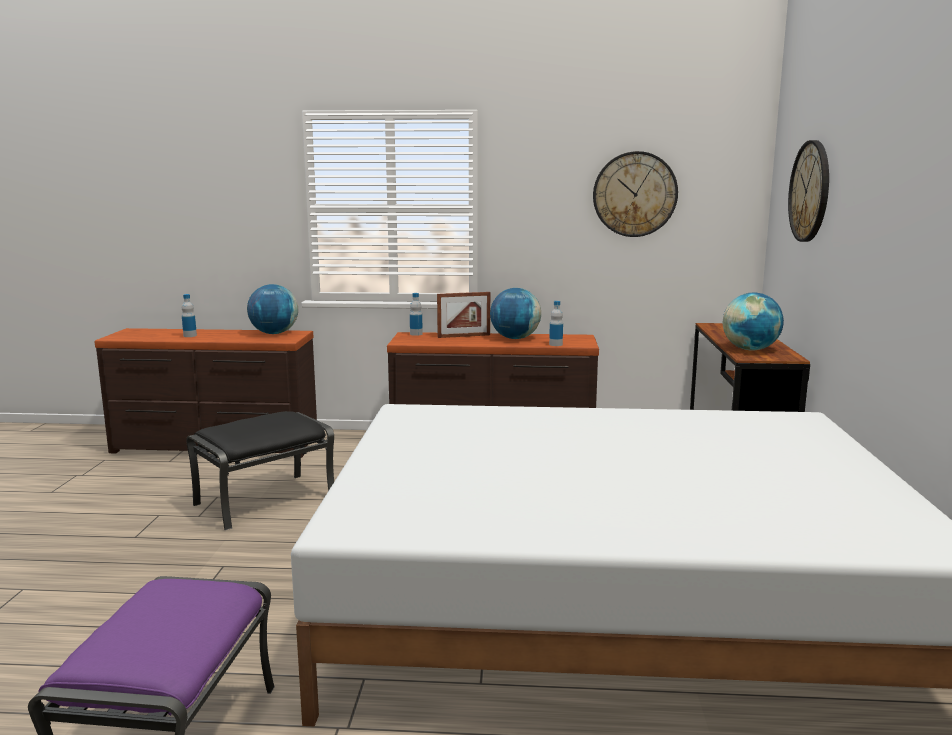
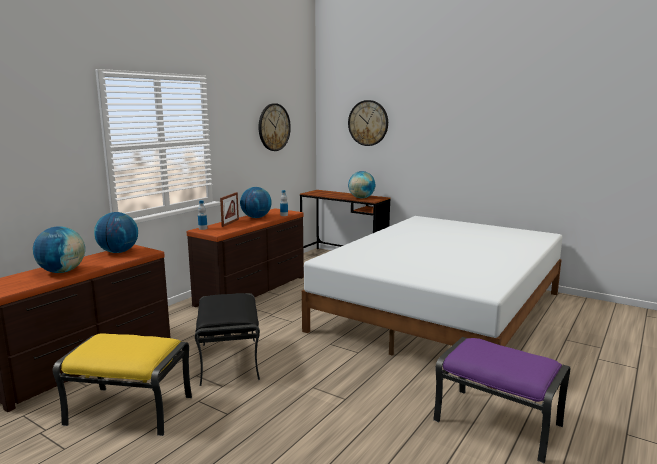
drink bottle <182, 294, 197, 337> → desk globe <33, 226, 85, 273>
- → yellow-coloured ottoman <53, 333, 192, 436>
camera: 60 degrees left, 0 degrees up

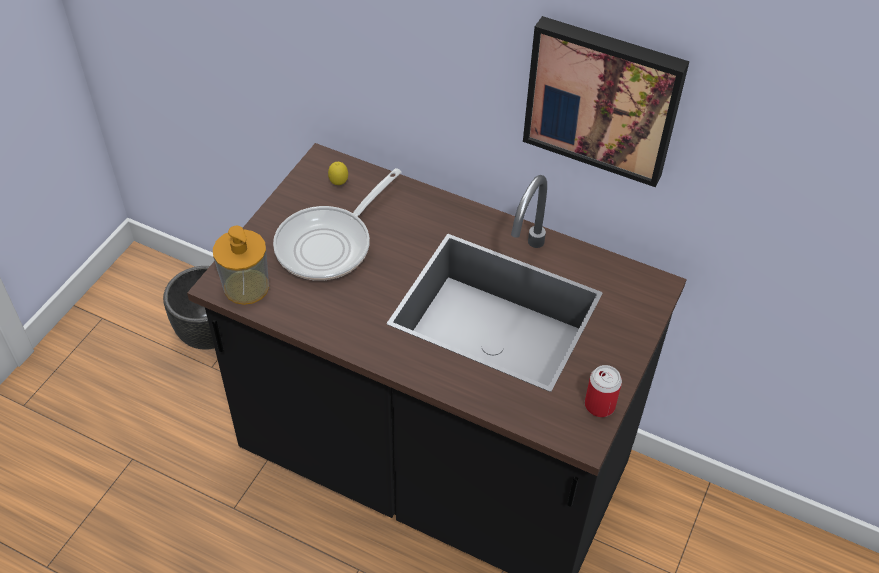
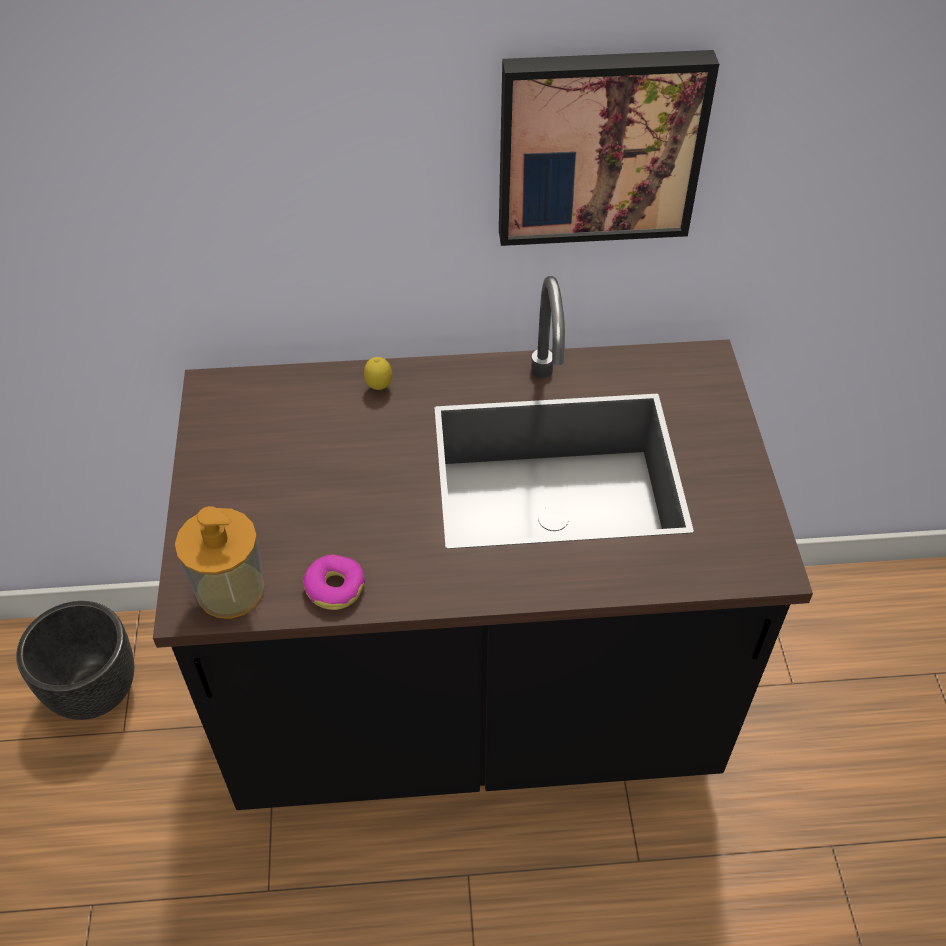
citrus fruit <328, 162, 348, 185> → citrus fruit <364, 357, 392, 390>, moved
frying pan <273, 168, 401, 281> → -
metal can <585, 365, 622, 417> → -
- → doughnut <303, 555, 365, 610>
camera: 30 degrees left, 0 degrees up

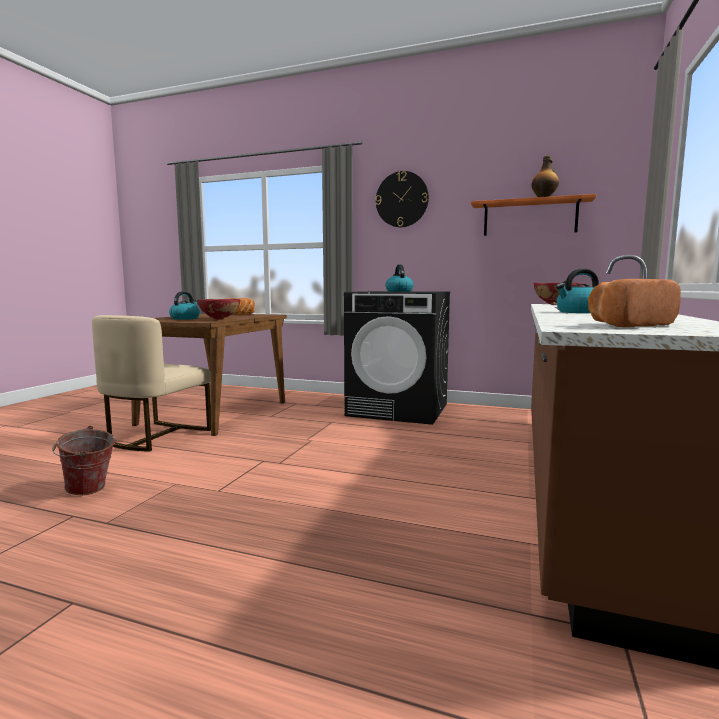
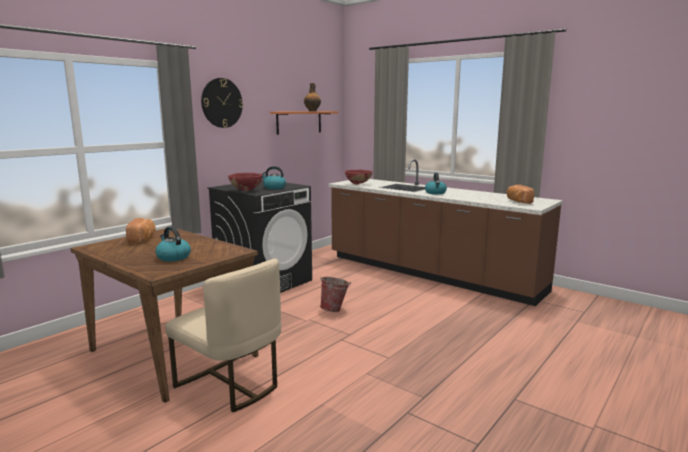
red serving bowl <197, 299, 240, 320> → red serving bowl <228, 173, 263, 191>, moved
water bucket <52, 426, 116, 495> → water bucket <320, 277, 351, 312>, moved
camera: 70 degrees left, 5 degrees up

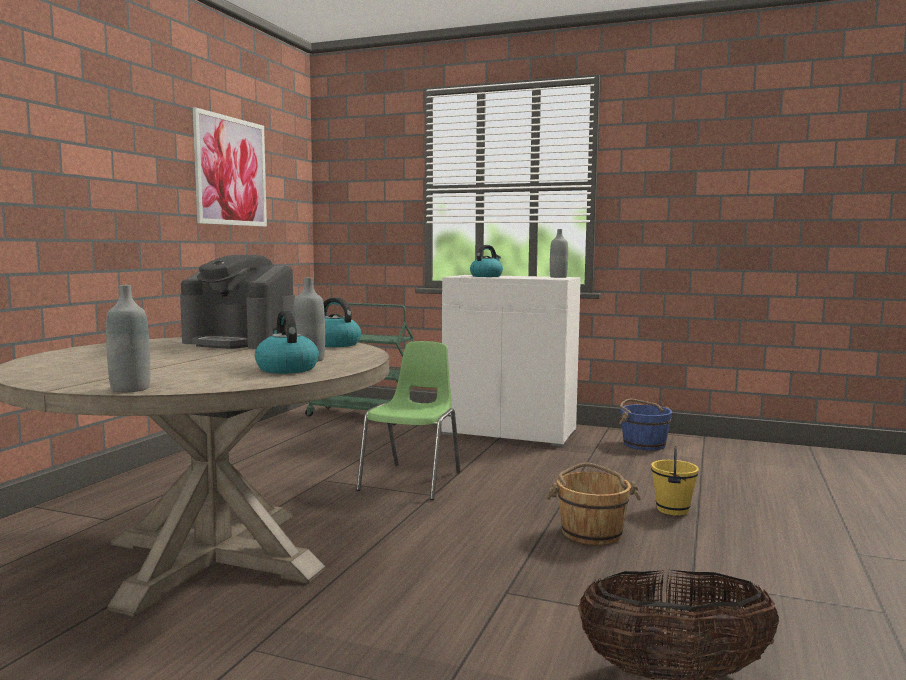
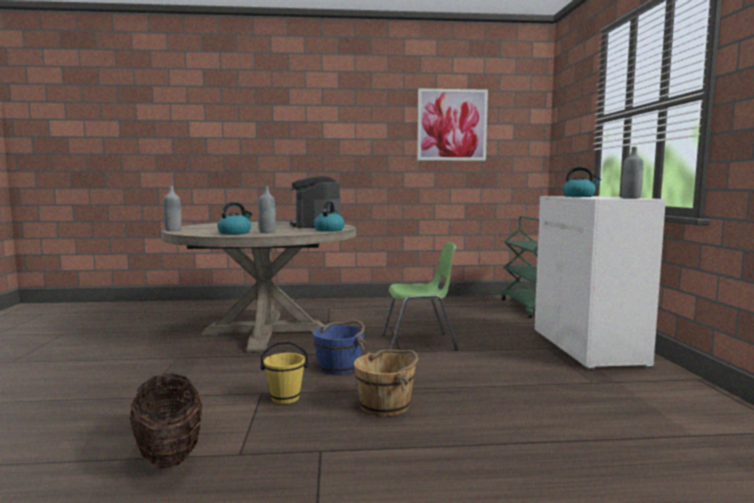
blue-coloured water bucket <619, 399, 672, 451> → blue-coloured water bucket <313, 320, 366, 375>, moved
yellow-coloured water bucket <651, 446, 699, 516> → yellow-coloured water bucket <261, 342, 308, 404>, moved
camera: 65 degrees right, 0 degrees up

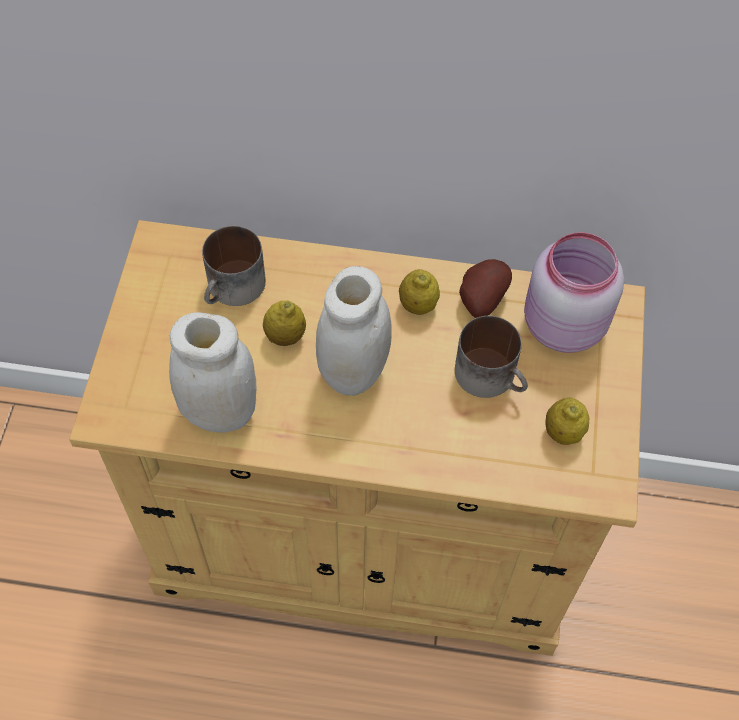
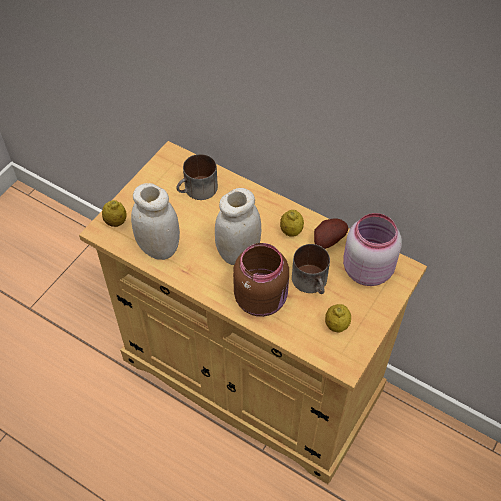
citrus fruit <263, 300, 306, 346> → citrus fruit <102, 200, 127, 227>, moved
- → brown jar <233, 243, 289, 317>
camera: 25 degrees right, 5 degrees down

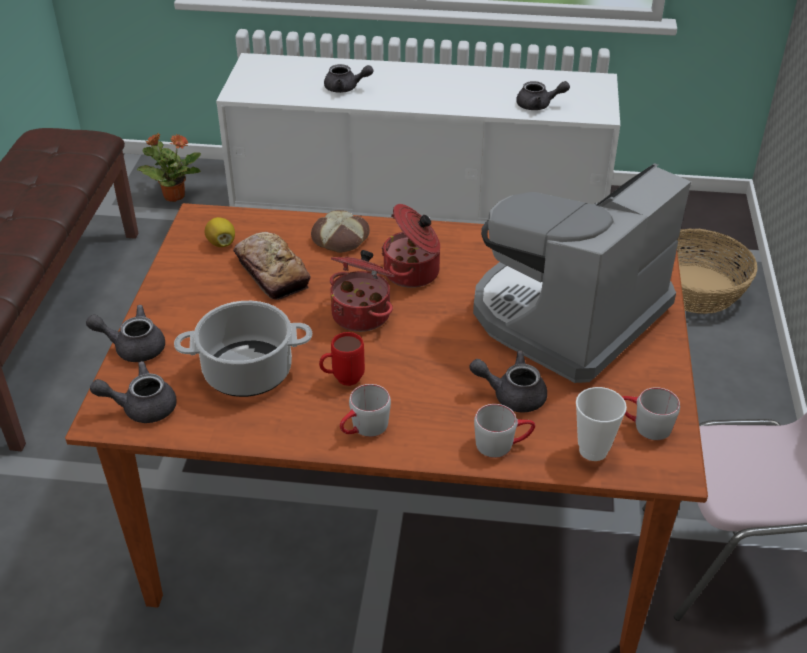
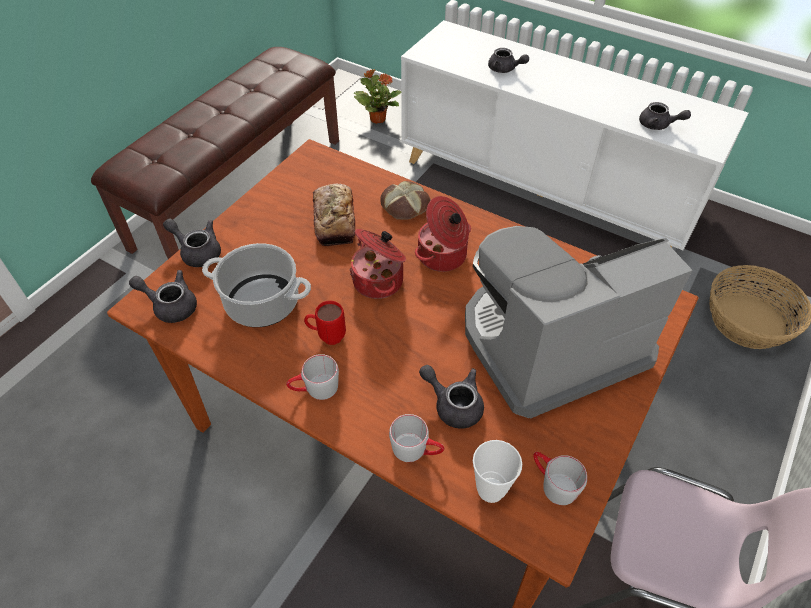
citrus fruit <205, 217, 235, 247> → -
camera: 25 degrees right, 10 degrees up

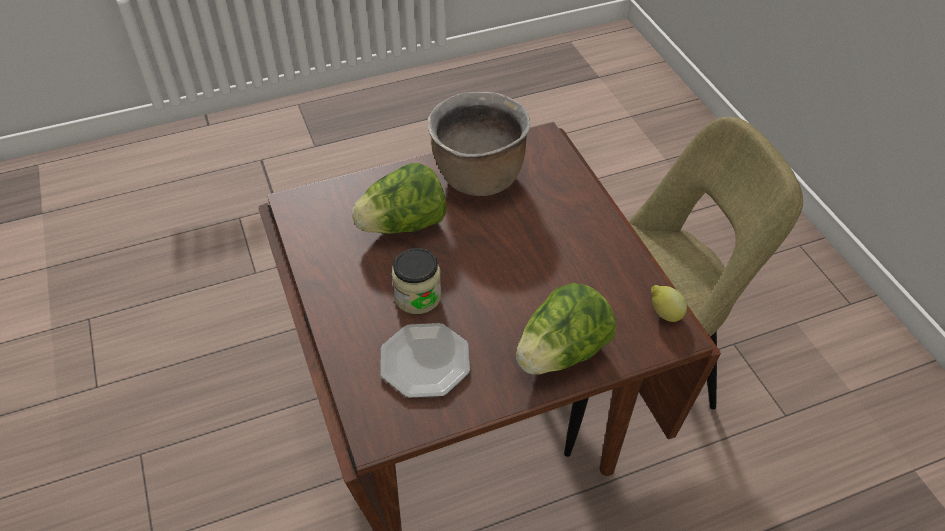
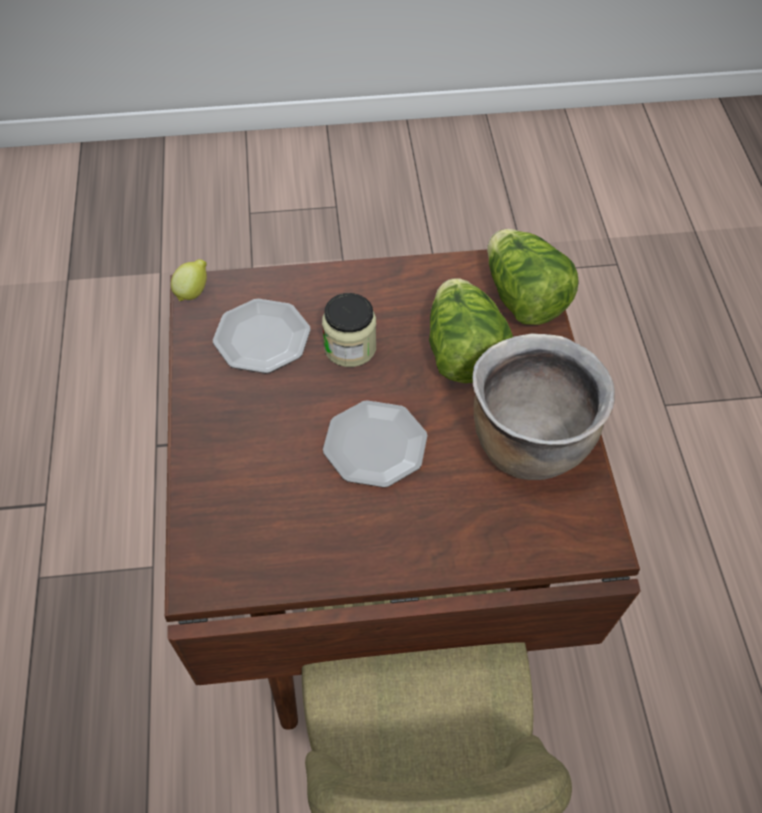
lettuce <516, 283, 616, 375> → lettuce <487, 229, 579, 325>, moved
citrus fruit <651, 285, 687, 322> → citrus fruit <171, 259, 207, 301>, moved
- → plate <323, 400, 428, 488>
camera: 105 degrees right, 5 degrees up

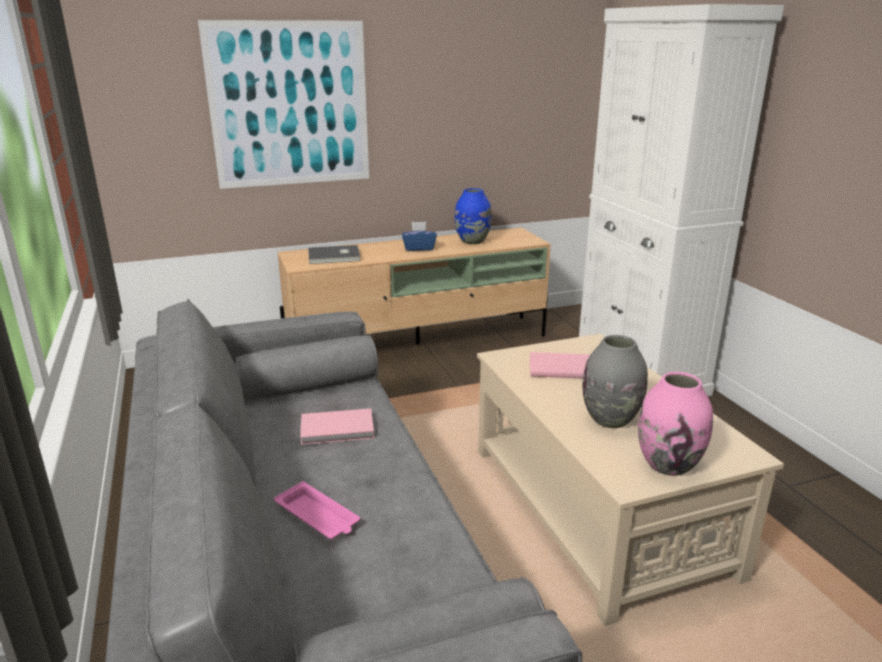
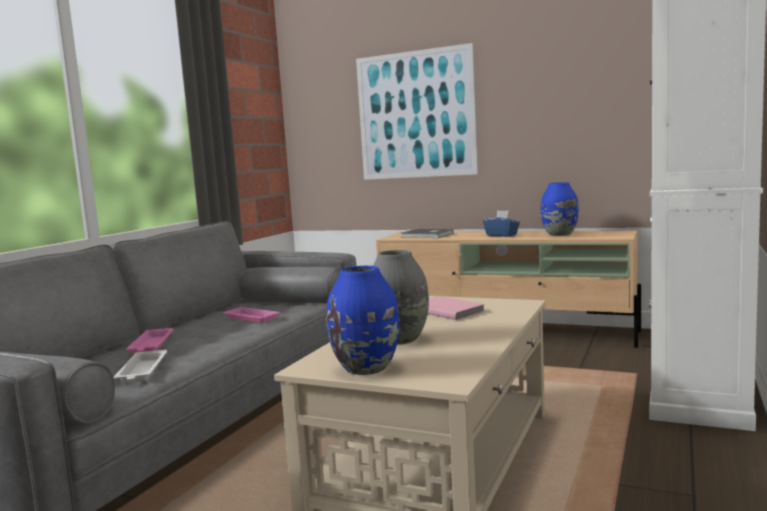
pink-coloured vase <638, 372, 713, 476> → blue-coloured vase <327, 266, 400, 375>
pink-coloured book <300, 408, 374, 445> → pink-coloured serving tray <223, 307, 281, 323>
- → white-coloured serving tray <114, 350, 167, 383>
camera: 45 degrees right, 15 degrees down

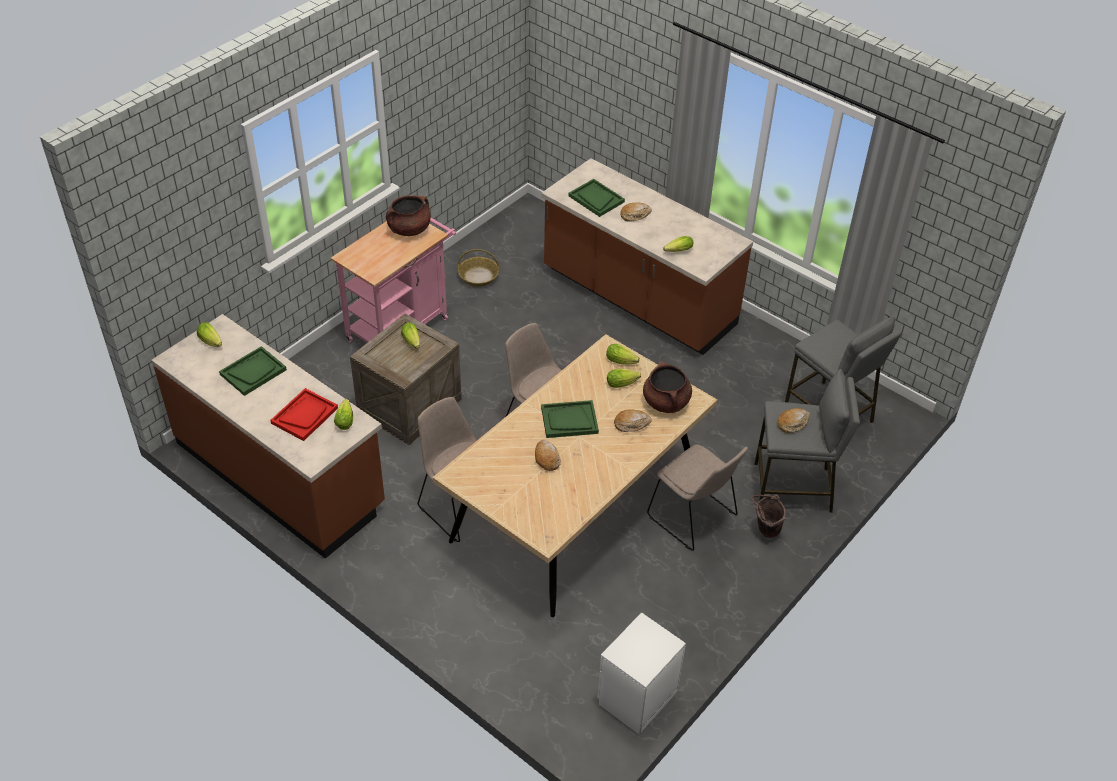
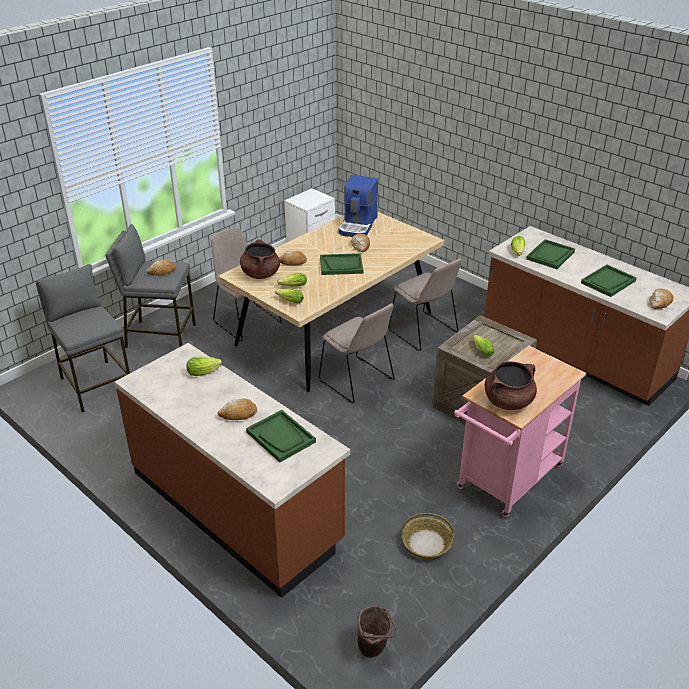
lettuce <197, 322, 222, 347> → baked bread <649, 288, 674, 309>
red serving tray <270, 388, 338, 441> → green serving tray <526, 239, 575, 269>
brown water bucket <751, 495, 786, 538> → brown water bucket <357, 606, 398, 658>, moved
- → coffee maker <339, 175, 378, 237>
camera: 175 degrees left, 10 degrees down

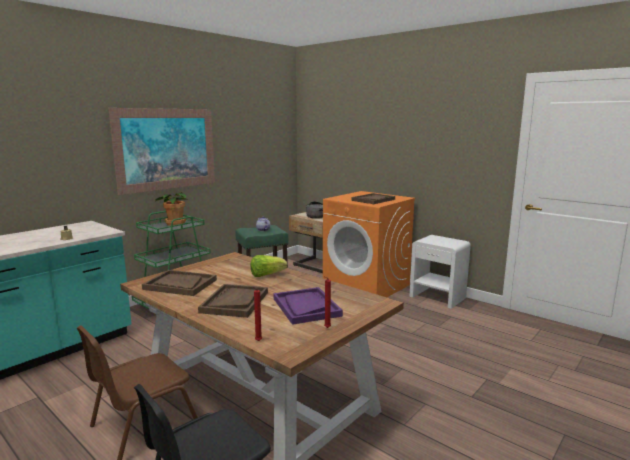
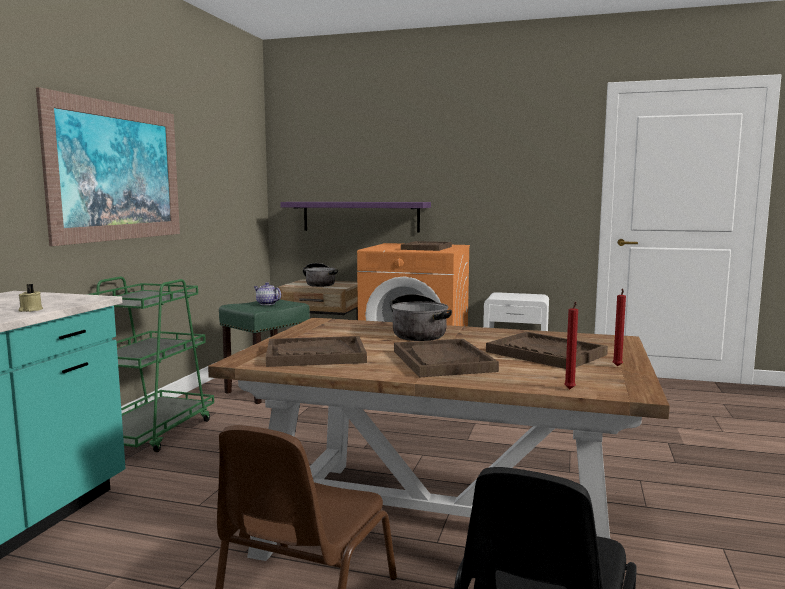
houseplant <155, 192, 187, 226> → -
lettuce <251, 255, 287, 277> → saucepot <390, 294, 452, 341>
purple serving tray <274, 287, 343, 325> → brown serving tray <486, 332, 608, 369>
- → purple wall shelf <280, 202, 431, 233>
camera: 25 degrees left, 5 degrees down

